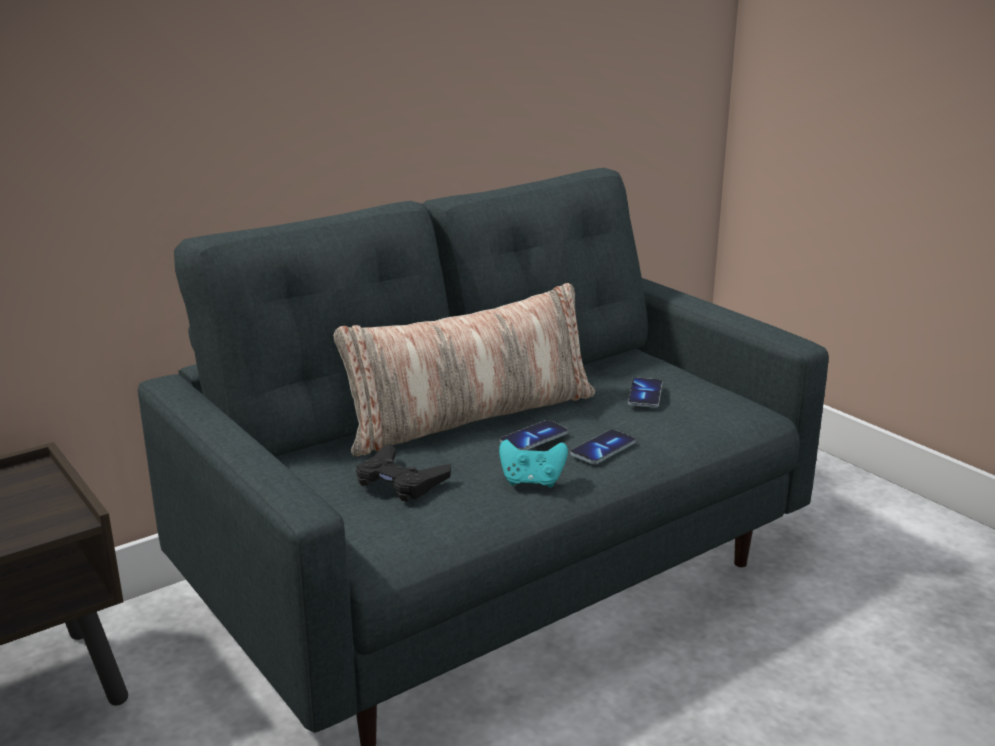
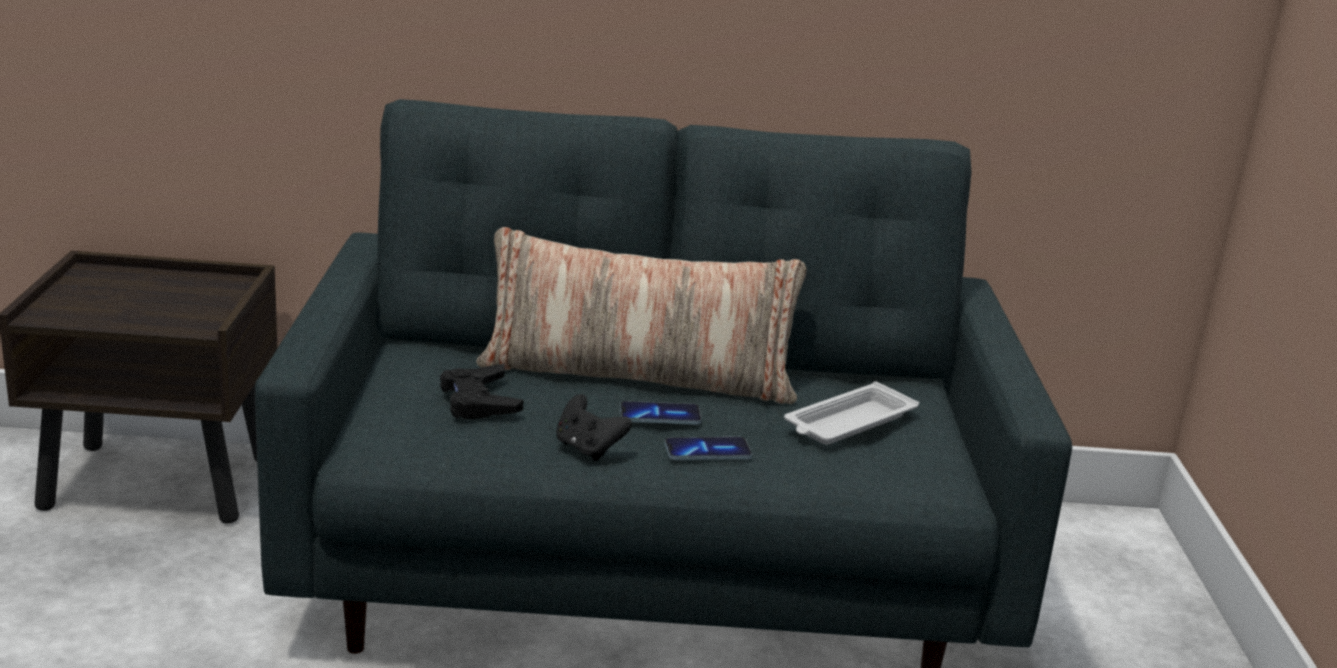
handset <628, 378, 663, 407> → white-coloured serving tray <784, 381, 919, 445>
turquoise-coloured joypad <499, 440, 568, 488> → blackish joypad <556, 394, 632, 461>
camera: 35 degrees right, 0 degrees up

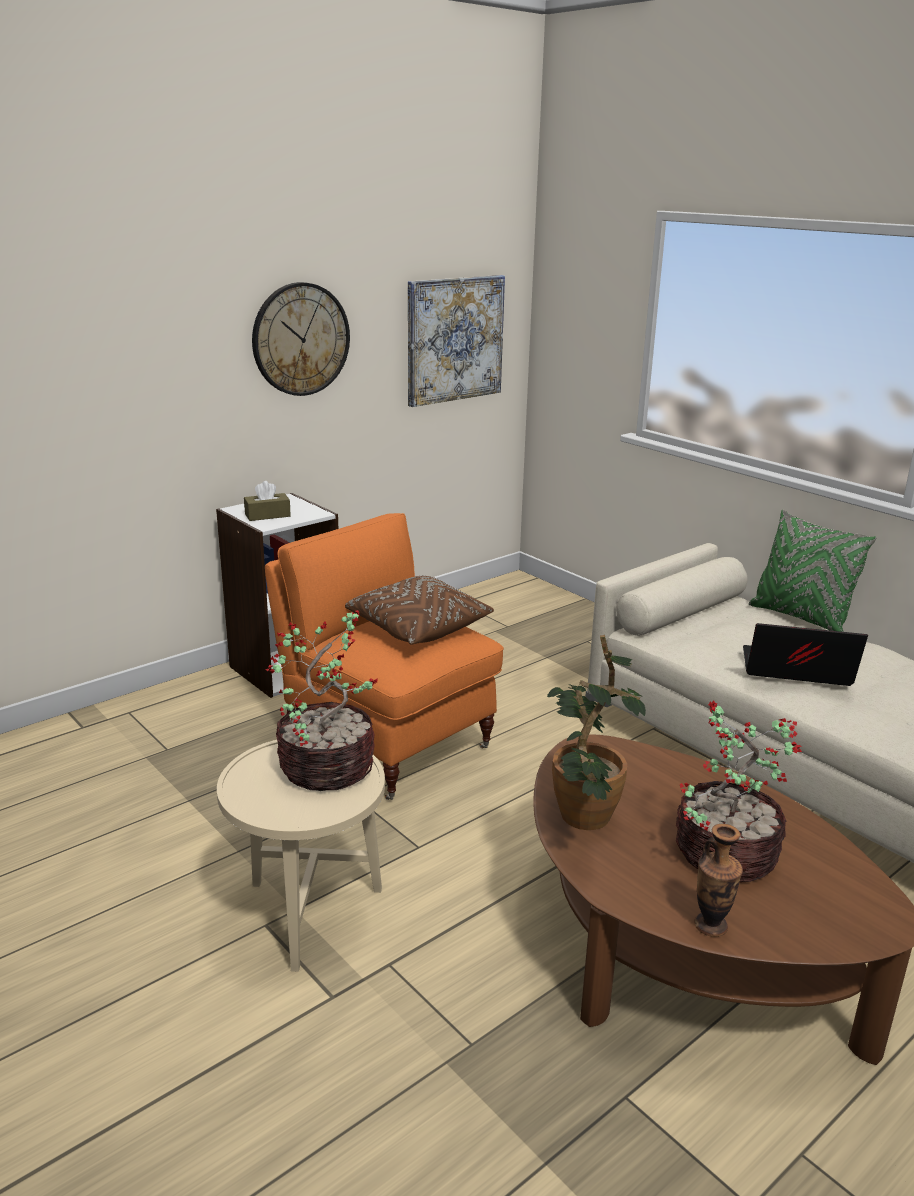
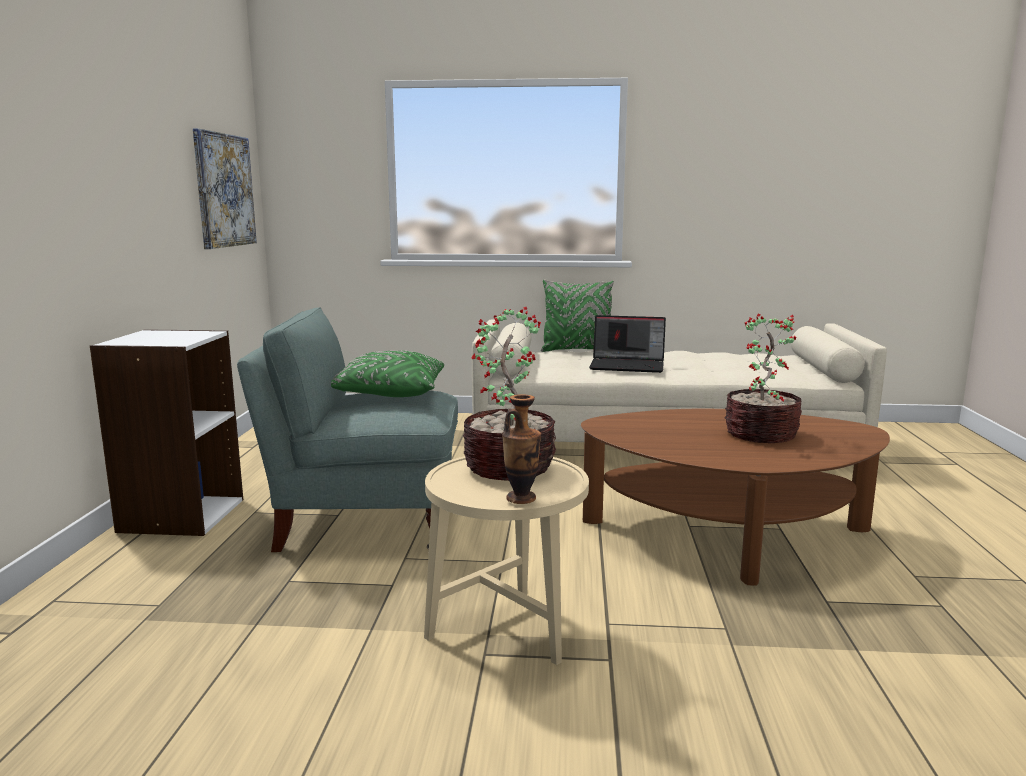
clock on the wall <252, 282, 350, 396> → -
brown box of tissues <244, 481, 291, 521> → -
orange-coloured armchair <265, 513, 504, 800> → gray armchair <237, 307, 458, 552>
brown pillow <345, 576, 494, 645> → green pillow <331, 351, 444, 397>
laptop <743, 623, 868, 686> → laptop <589, 315, 666, 373>, 135 degrees counterclockwise
houseplant <547, 635, 646, 830> → -
vase <694, 824, 743, 937> → vase <502, 394, 541, 504>, moved
camera: 45 degrees left, 10 degrees down

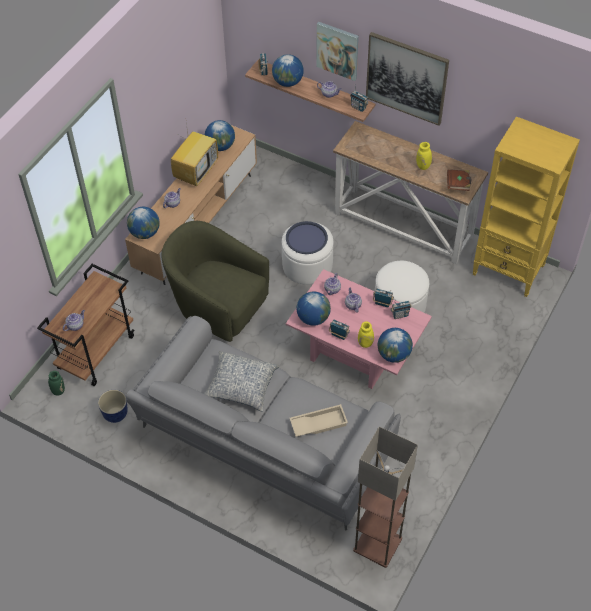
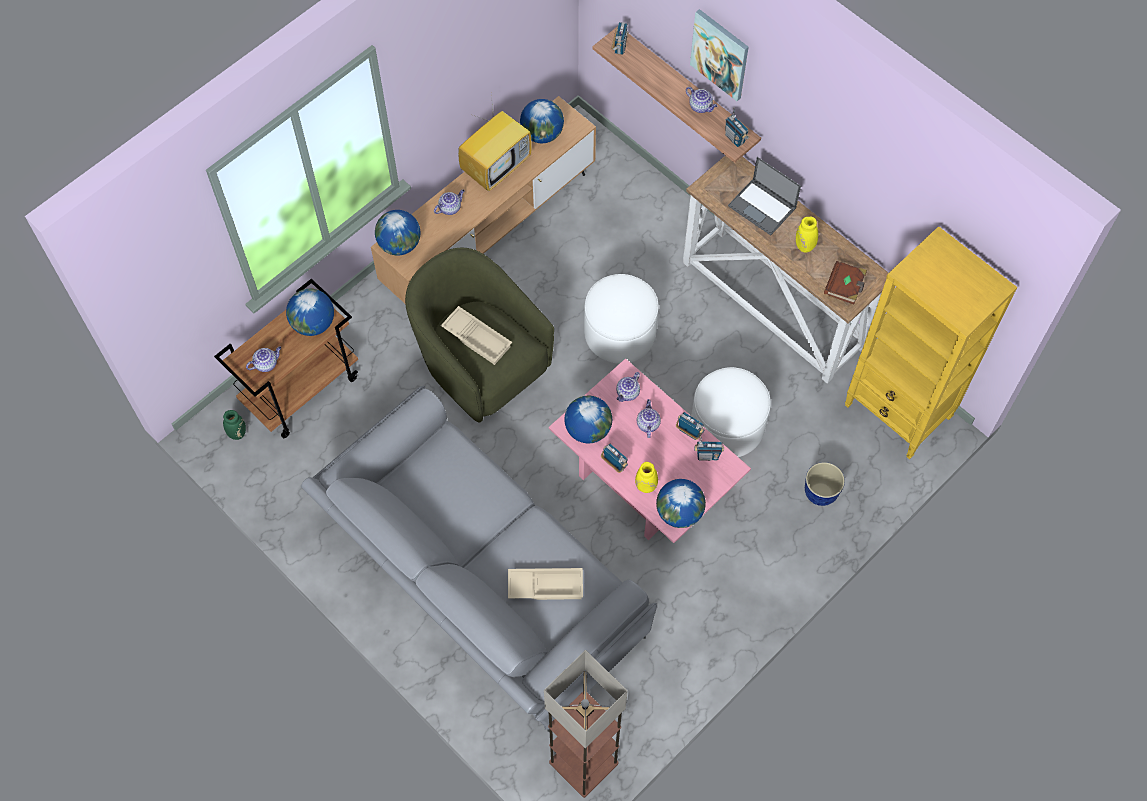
wall art <366, 32, 449, 126> → -
desk globe <272, 54, 304, 87> → desk globe <286, 289, 334, 336>, moved
blue-coloured serving tray <286, 221, 328, 254> → -
pillow <204, 351, 279, 412> → -
planter <98, 390, 128, 423> → planter <805, 462, 845, 506>, moved
- → laptop <728, 157, 801, 236>
- → beige serving tray <441, 306, 512, 365>
camera: 15 degrees right, 10 degrees up

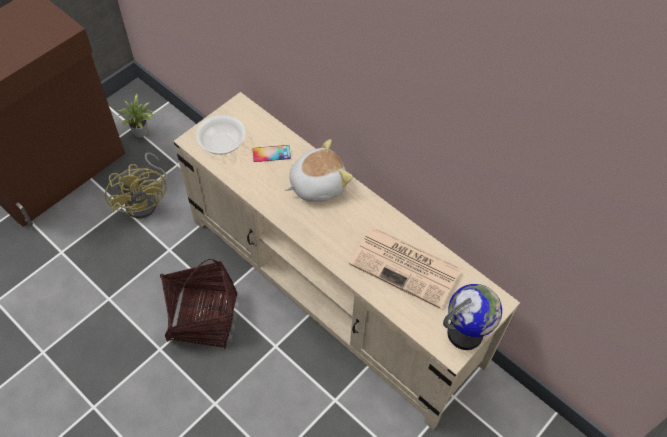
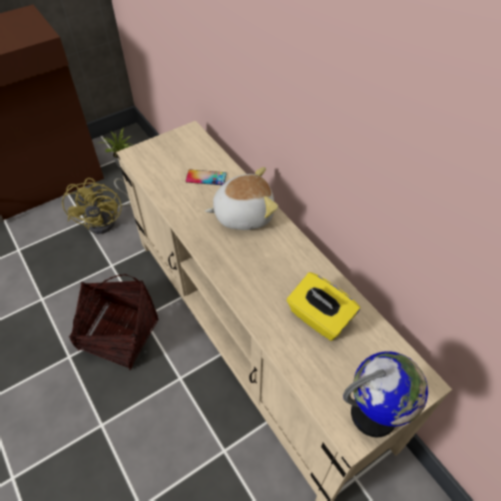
serving bowl <196, 115, 246, 155> → -
daily paper <349, 227, 462, 308> → yellow-coloured box of tissues <287, 272, 360, 341>
camera: 15 degrees right, 5 degrees down

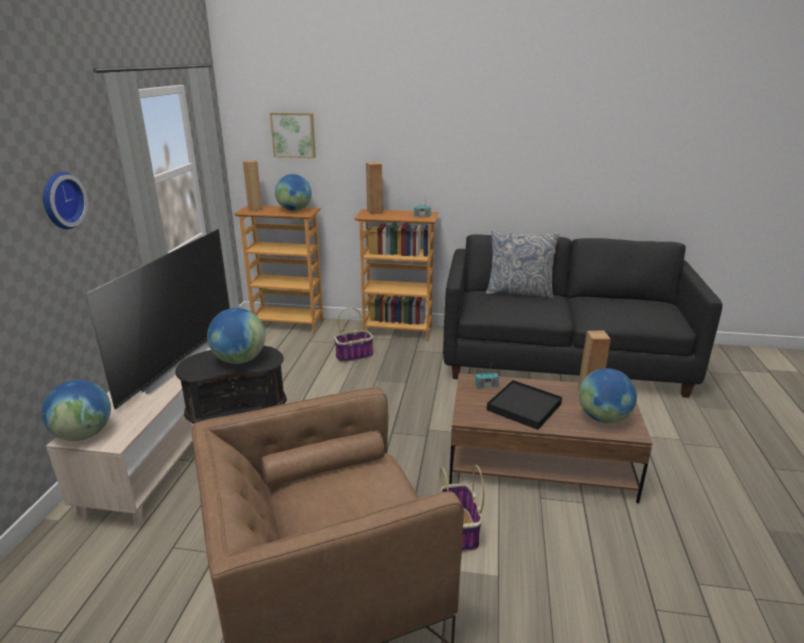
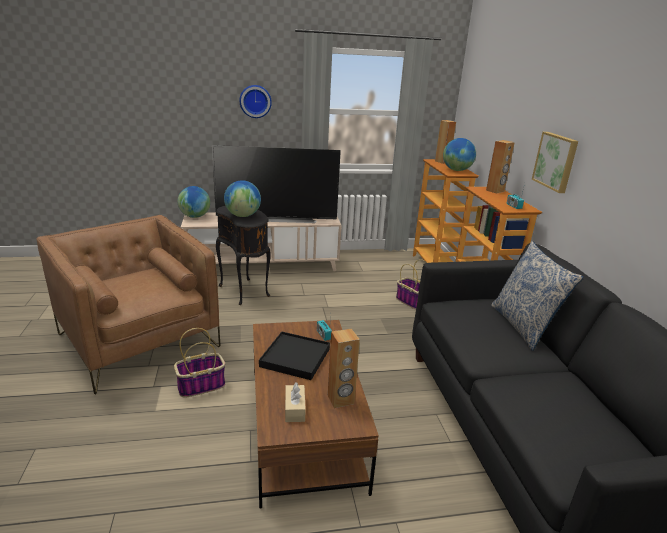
wall art <270, 112, 316, 158> → wall art <532, 132, 578, 193>, moved
desk globe <579, 368, 637, 423> → beige box of tissues <285, 382, 306, 422>
camera: 70 degrees right, 0 degrees up

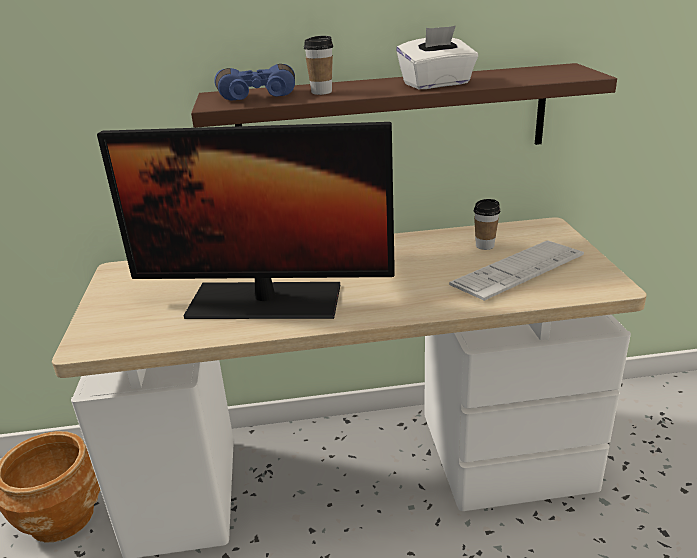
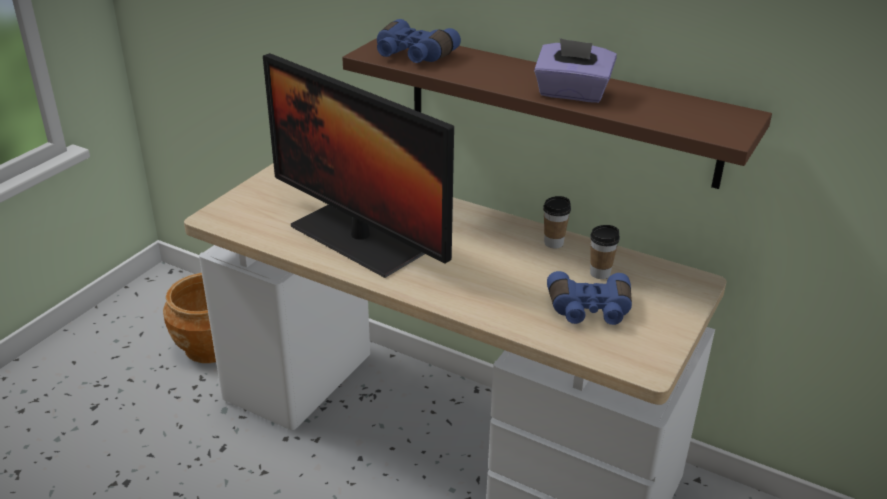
white-coloured box of tissues <396, 26, 478, 89> → purple box of tissues <534, 38, 617, 103>
small cup <304, 36, 333, 95> → small cup <543, 196, 571, 248>, moved
keyboard <449, 240, 584, 301> → blue-coloured field glasses <547, 271, 632, 325>
camera: 35 degrees right, 5 degrees up

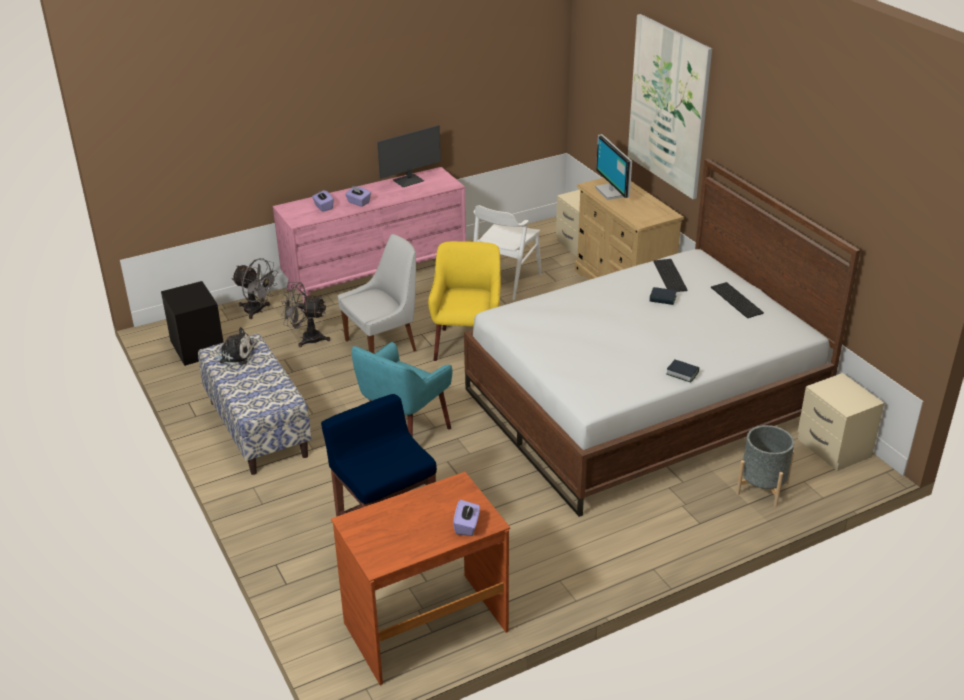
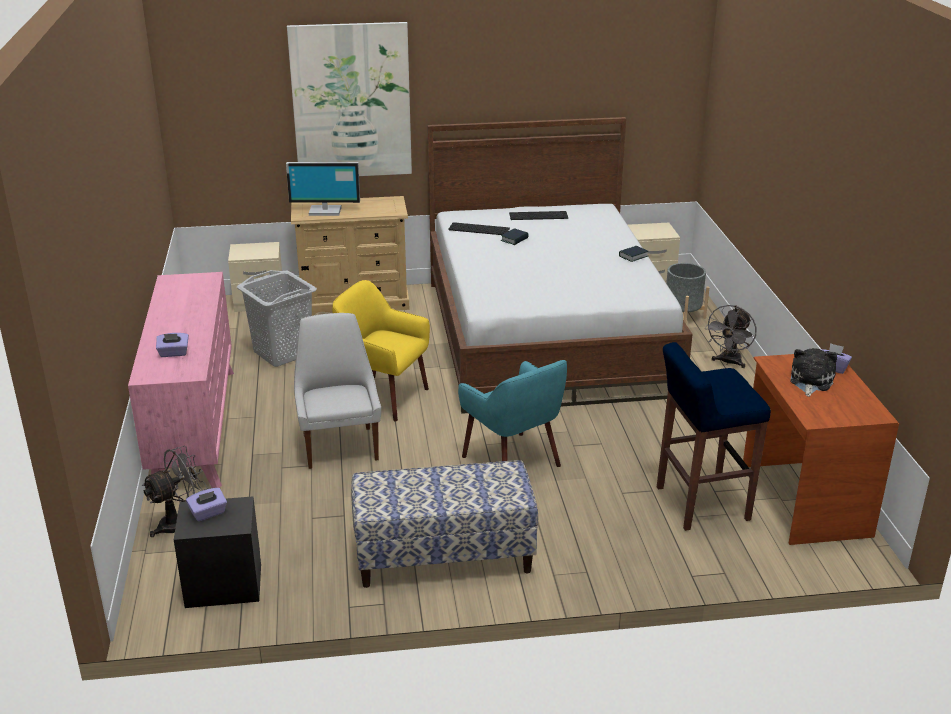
computer display <377, 125, 441, 187> → -
purple box of tissues <345, 186, 371, 207> → purple box of tissues <186, 488, 227, 521>, moved
white-coloured plain chair <473, 205, 541, 300> → gray laundry basket <237, 270, 317, 367>
gray cooling fan <281, 282, 330, 347> → gray cooling fan <705, 305, 756, 368>, moved
soft toy <209, 327, 254, 366> → soft toy <790, 348, 837, 397>, moved
camera: 70 degrees left, 5 degrees down

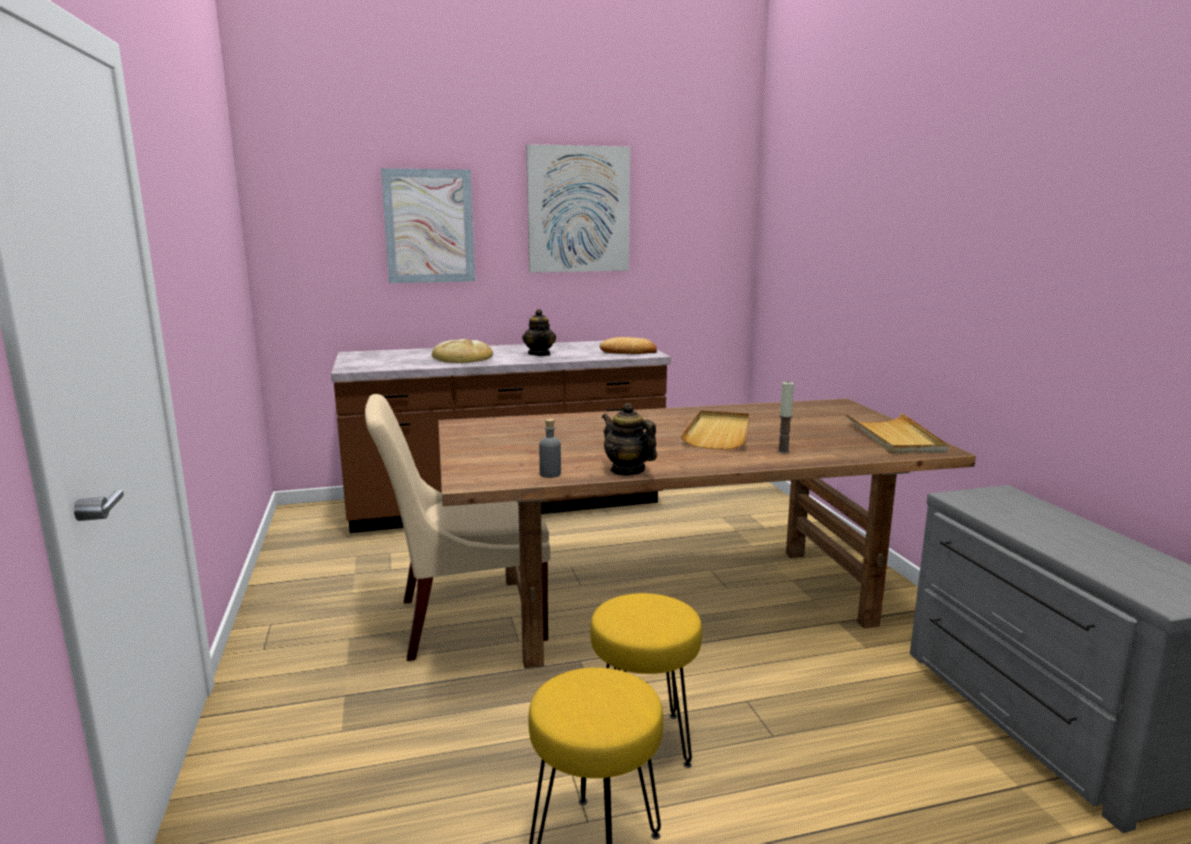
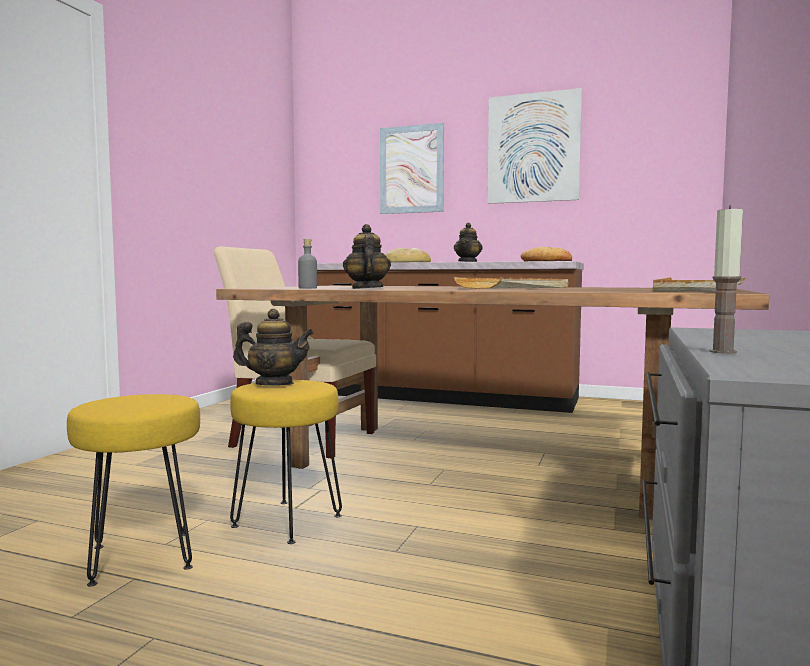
wax candle <777, 381, 794, 454> → wax candle <710, 205, 743, 354>, moved
- → tea pot <233, 309, 314, 386>
camera: 35 degrees right, 10 degrees down

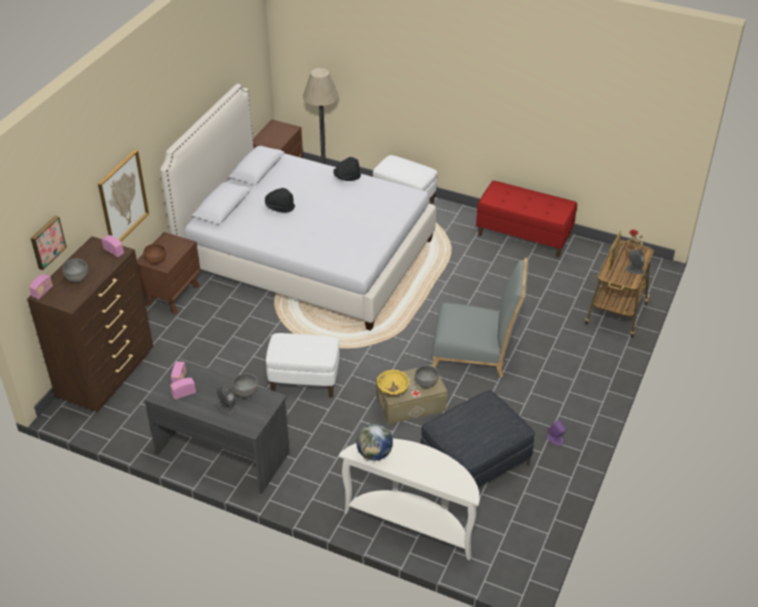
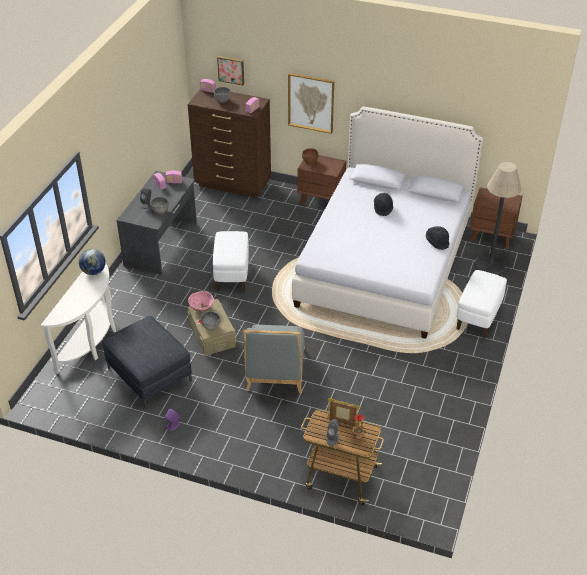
red long seat <476, 181, 577, 258> → -
yellow-coloured serving bowl <377, 370, 409, 396> → pink-coloured serving bowl <188, 291, 214, 312>
camera: 85 degrees right, 0 degrees up

